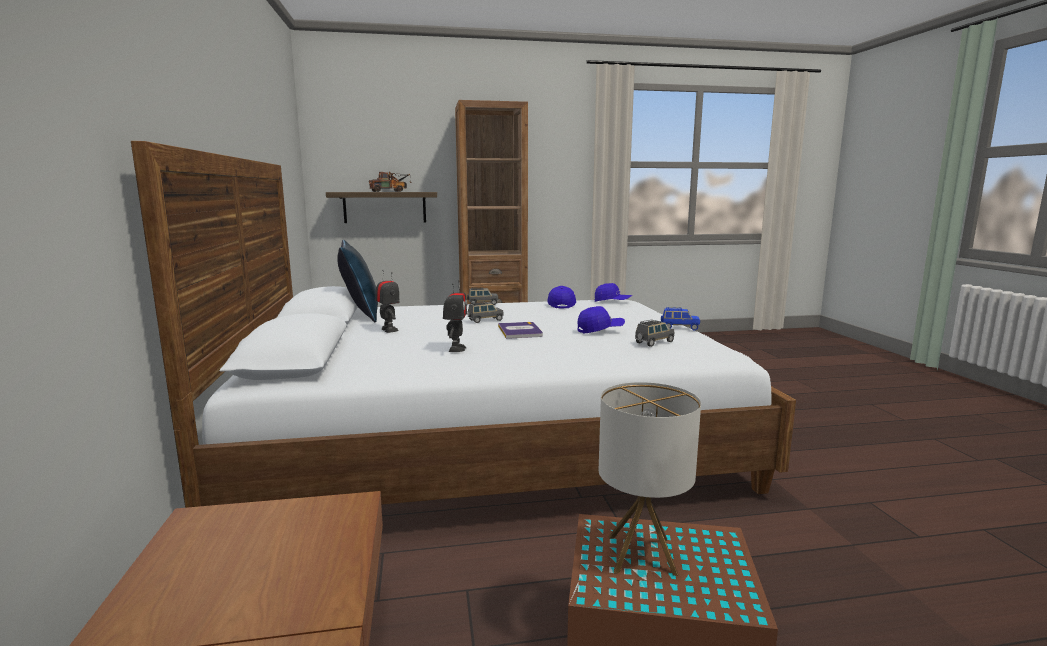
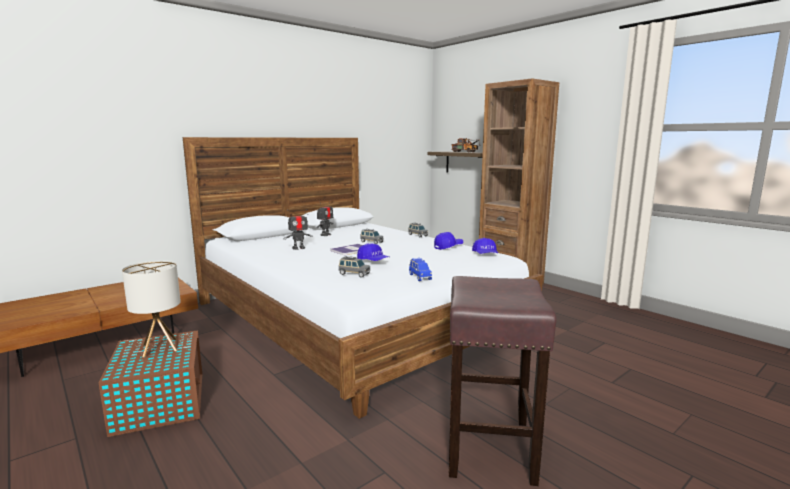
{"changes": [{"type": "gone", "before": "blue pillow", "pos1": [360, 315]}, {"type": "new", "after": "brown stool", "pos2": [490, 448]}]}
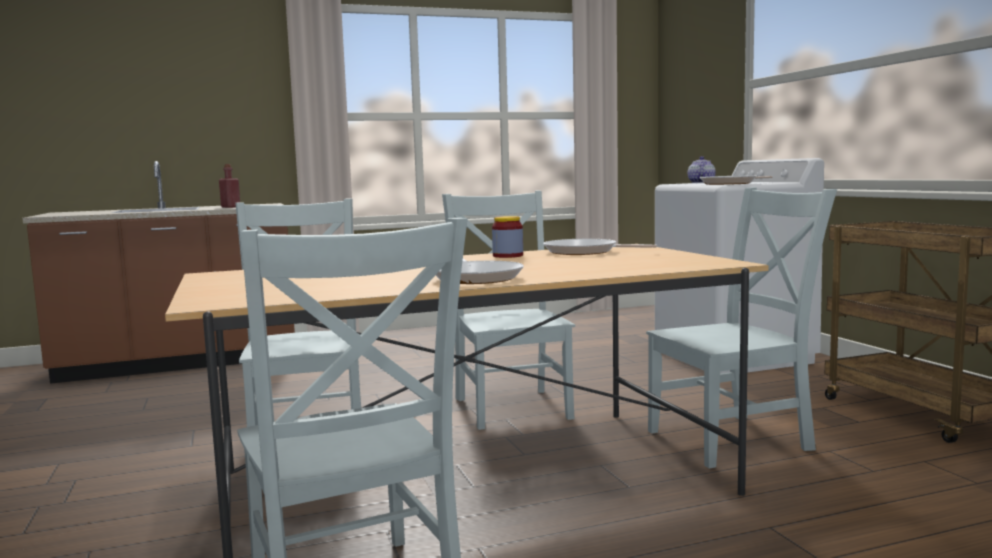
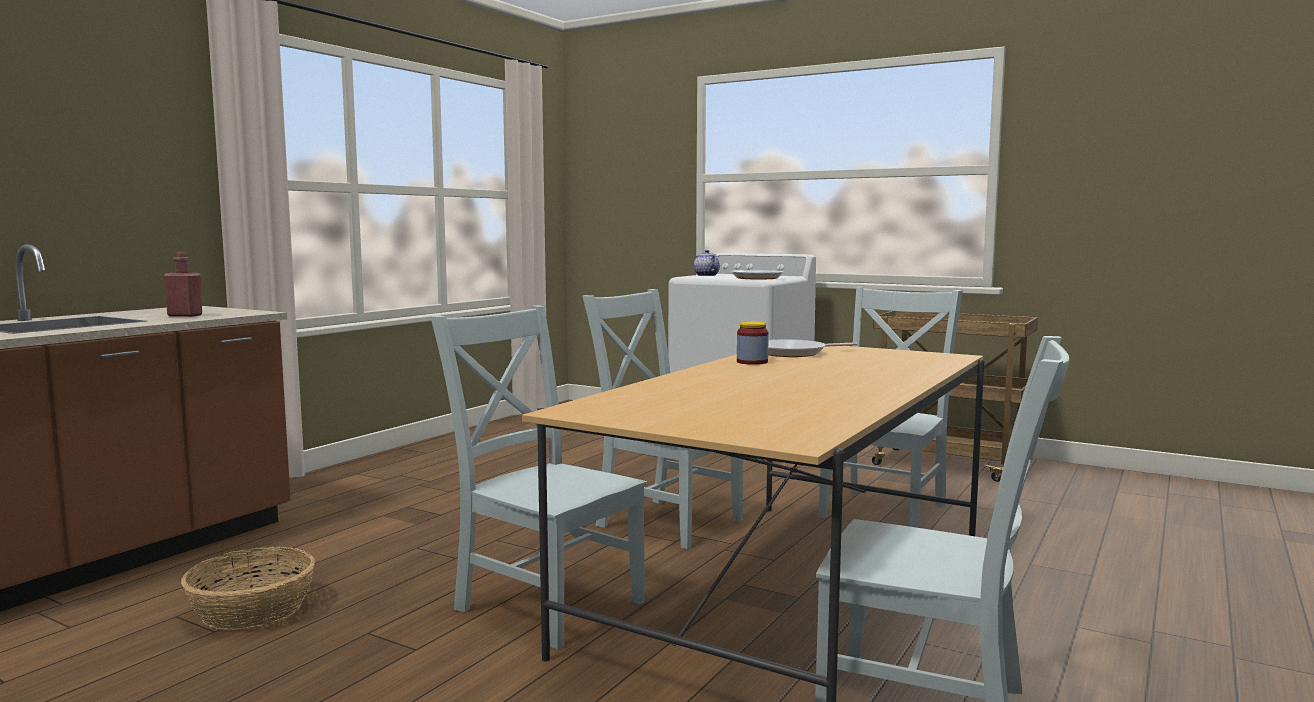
{"changes": [{"type": "gone", "before": "frying pan", "pos1": [476, 278]}, {"type": "new", "after": "basket", "pos2": [251, 610]}]}
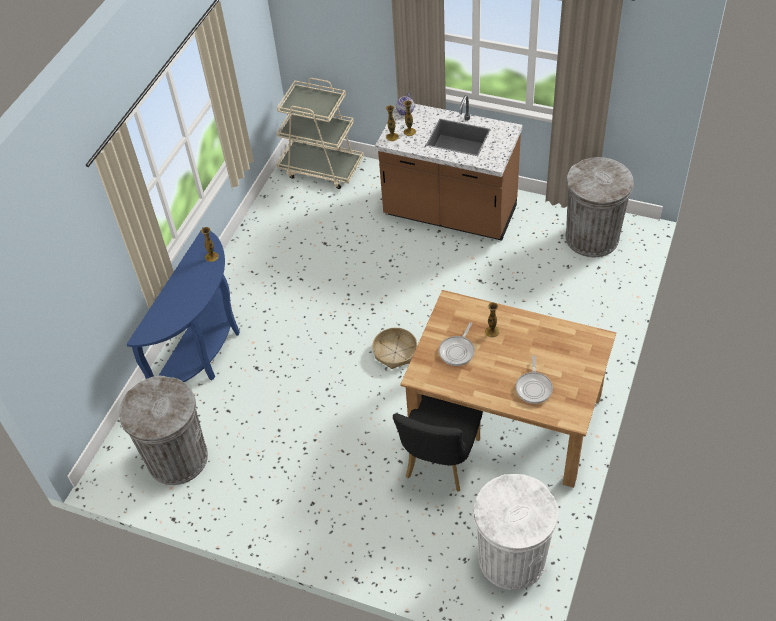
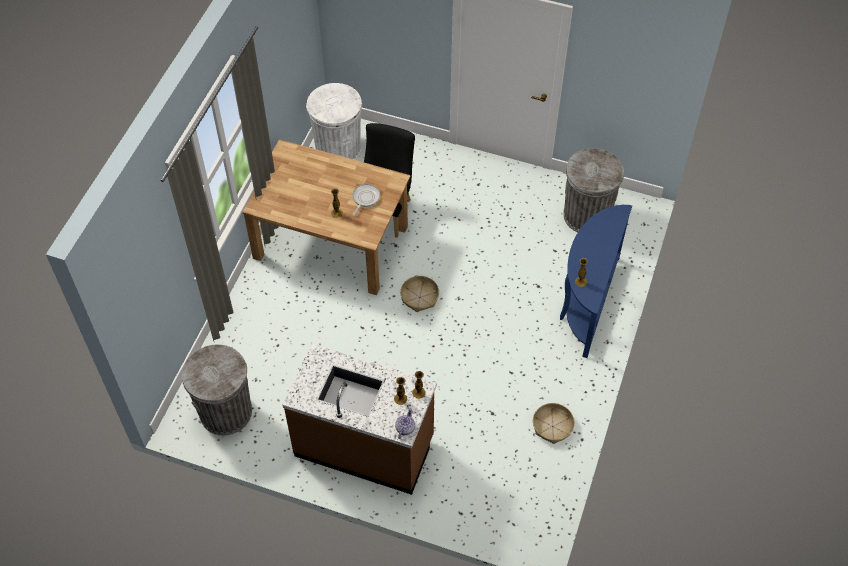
{"changes": [{"type": "gone", "before": "beige cart", "pos1": [321, 168]}, {"type": "gone", "before": "frying pan", "pos1": [534, 387]}, {"type": "new", "after": "basket", "pos2": [552, 426]}]}
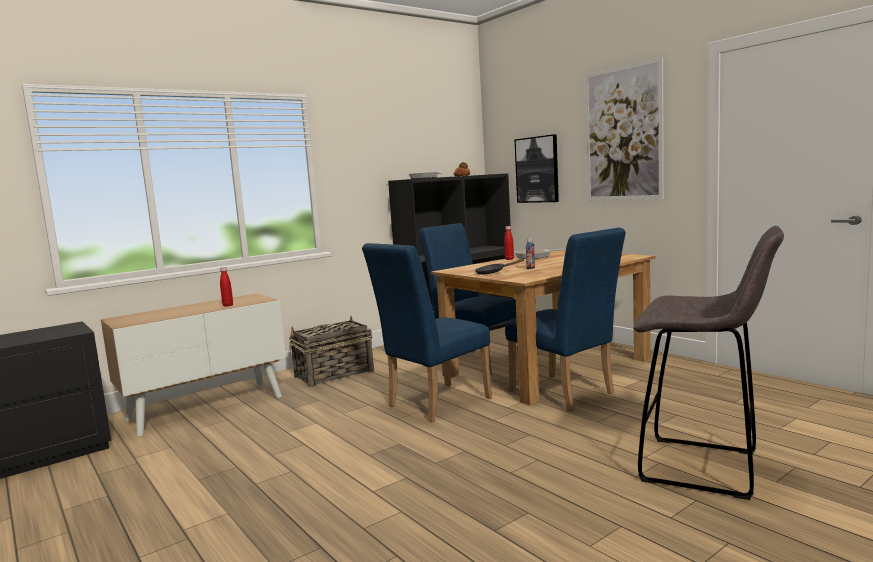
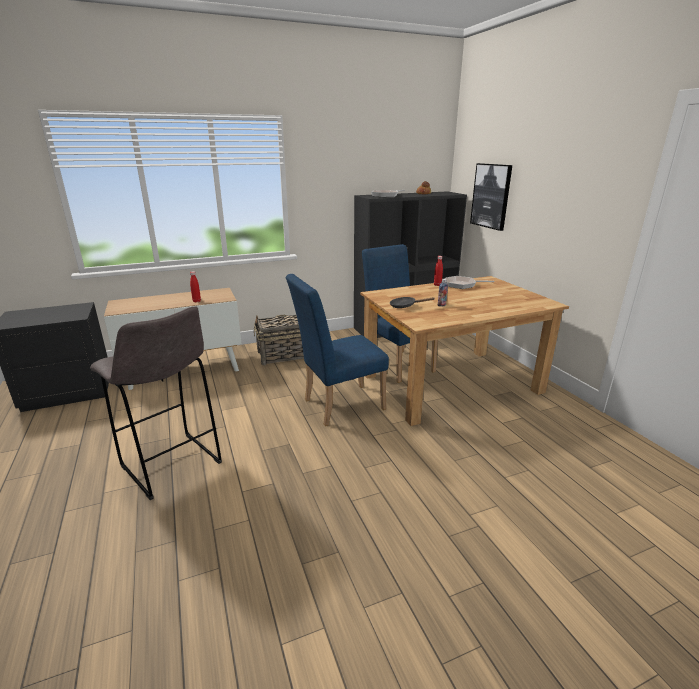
{"changes": [{"type": "gone", "before": "blue chair", "pos1": [566, 394]}, {"type": "gone", "before": "picture", "pos1": [623, 134]}, {"type": "shifted", "before": "grey stool", "pos1": [704, 467], "pos2": [172, 466]}]}
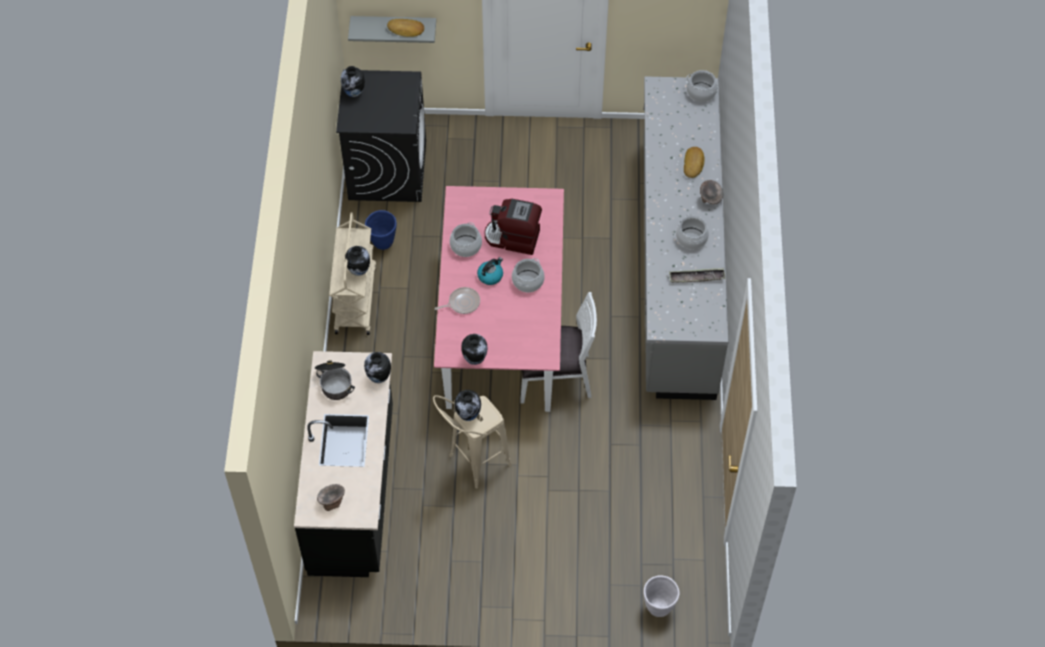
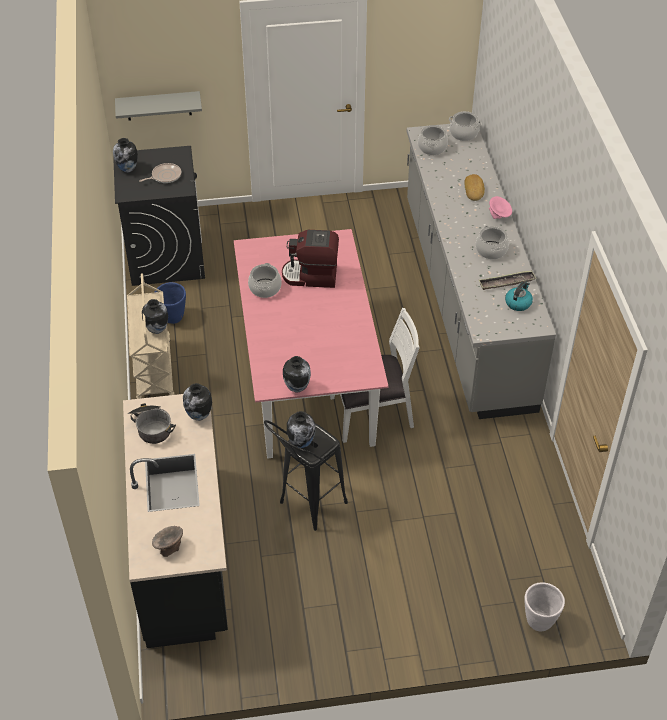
{"changes": [{"type": "gone", "before": "bread", "pos1": [406, 30]}, {"type": "repainted", "before": "beige stool", "after": "black stool", "pos1": [472, 465], "pos2": [306, 509]}, {"type": "shifted", "before": "frying pan", "pos1": [462, 303], "pos2": [165, 176]}, {"type": "shifted", "before": "kettle", "pos1": [490, 275], "pos2": [518, 303]}, {"type": "shifted", "before": "cooking pot", "pos1": [528, 281], "pos2": [432, 148]}, {"type": "repainted", "before": "grey bowl", "after": "pink bowl", "pos1": [710, 199], "pos2": [499, 216]}]}
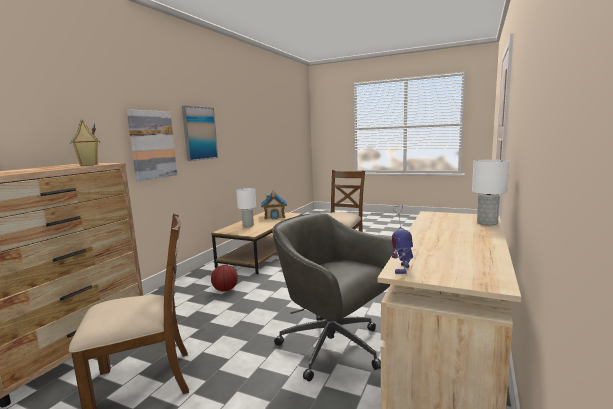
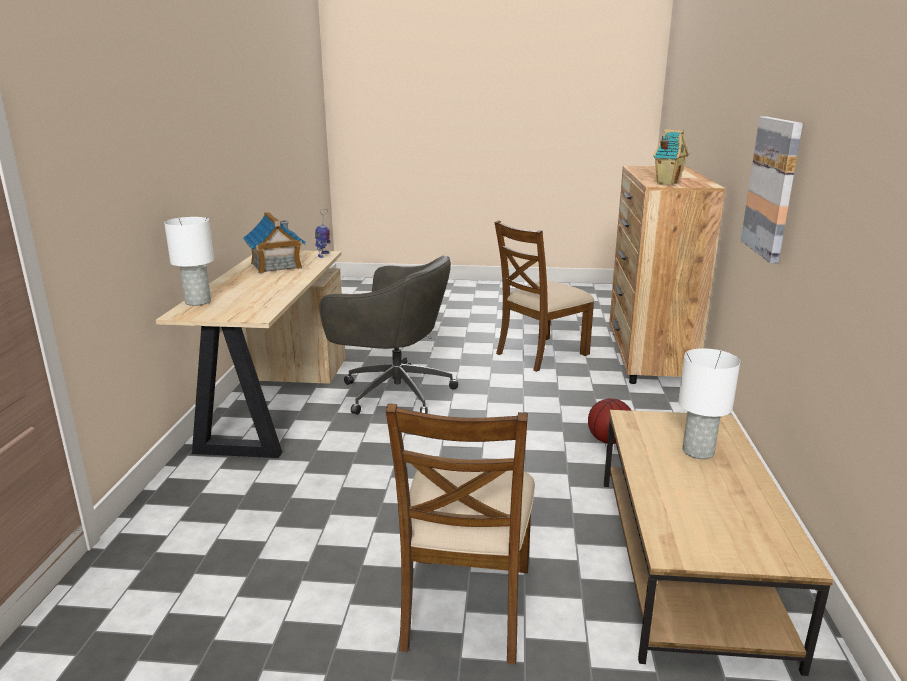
{"changes": [{"type": "gone", "before": "picture", "pos1": [199, 133]}, {"type": "shifted", "before": "toy house", "pos1": [274, 216], "pos2": [276, 266]}]}
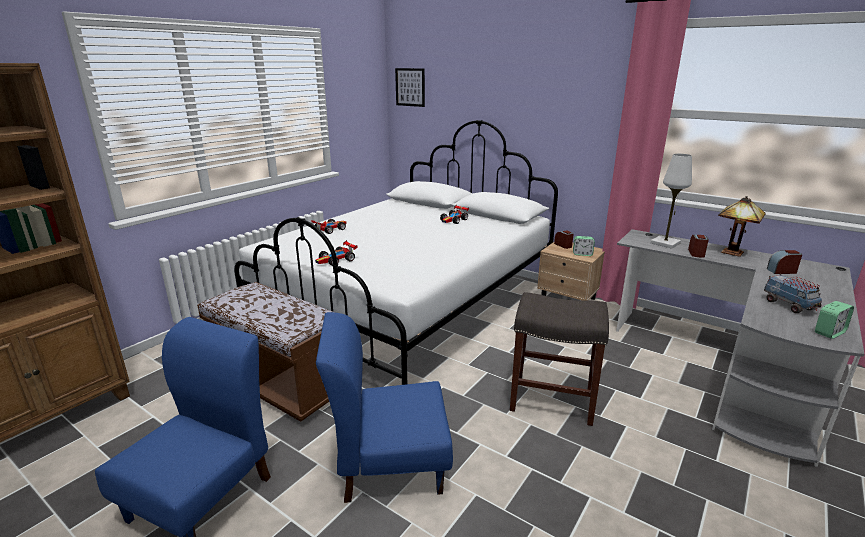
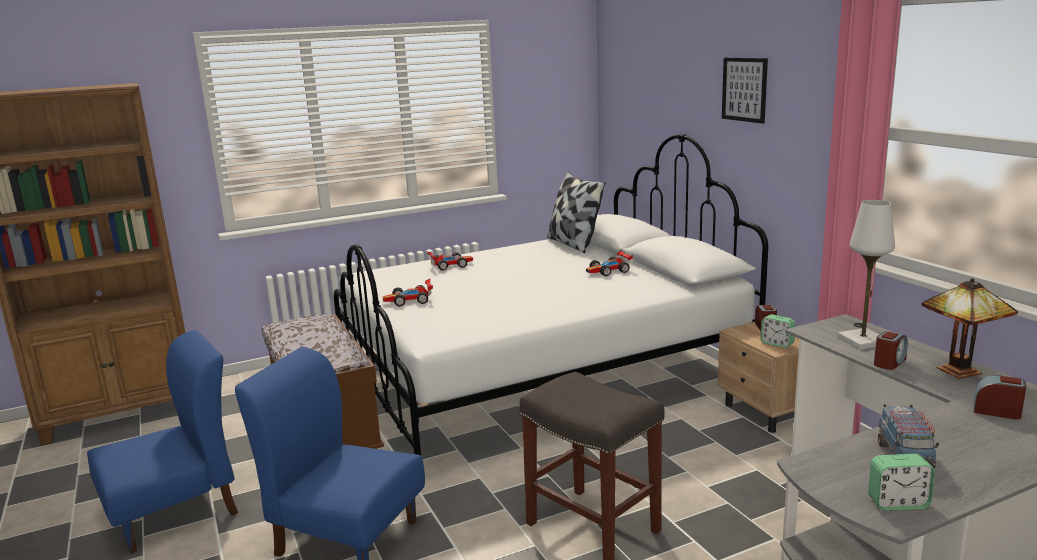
{"changes": [{"type": "shifted", "before": "picture", "pos1": [410, 87], "pos2": [744, 89]}, {"type": "new", "after": "pillow", "pos2": [573, 244]}]}
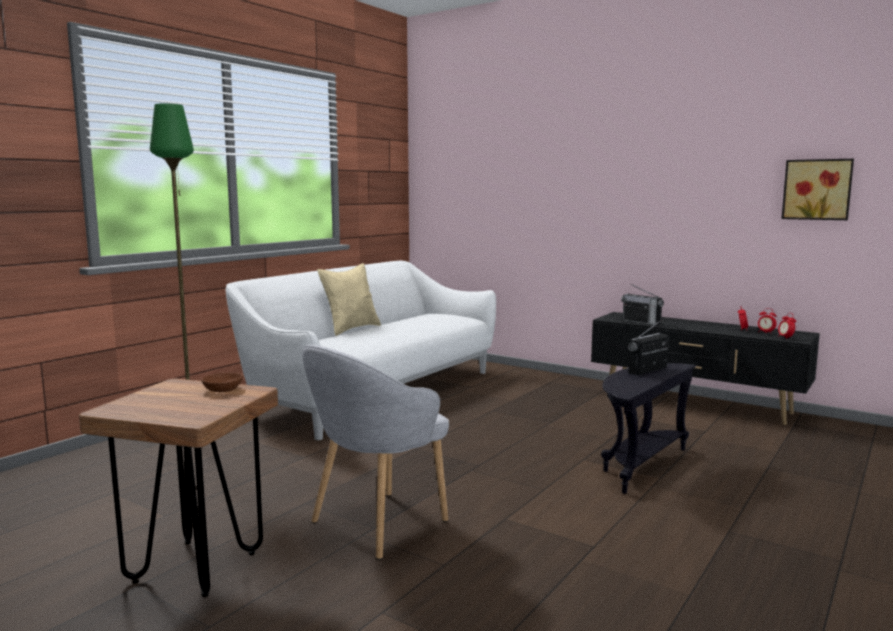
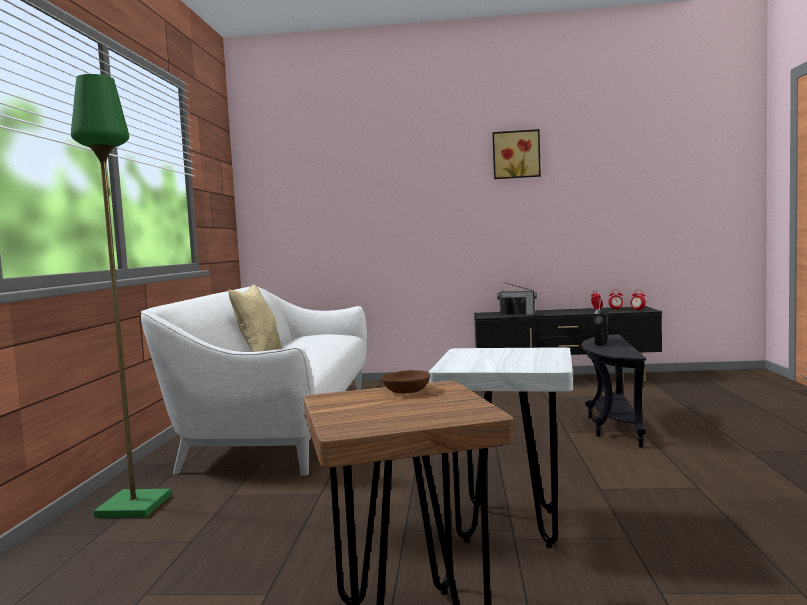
{"changes": [{"type": "swapped", "before": "grey armchair", "after": "white stool", "pos1": [377, 524], "pos2": [509, 526]}, {"type": "shifted", "before": "picture", "pos1": [817, 189], "pos2": [516, 154]}]}
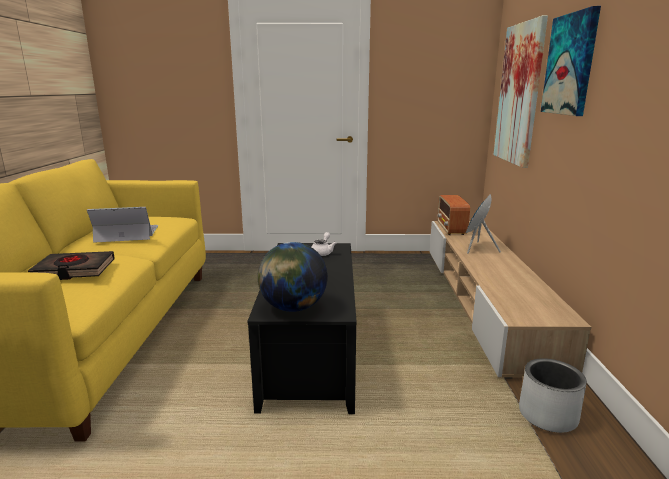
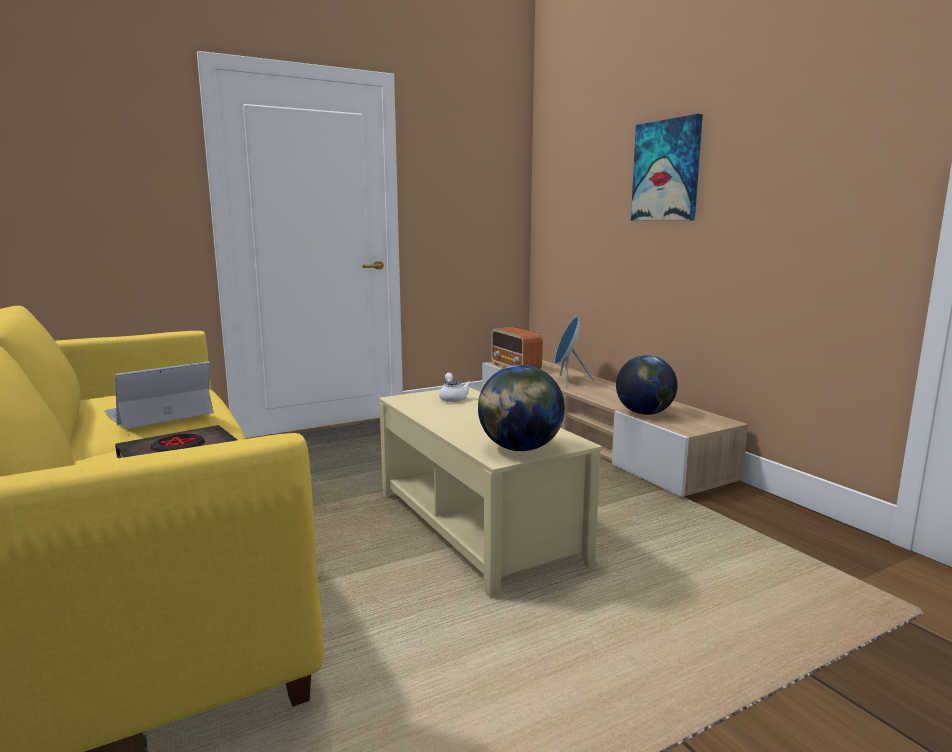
{"changes": [{"type": "repainted", "before": "black coffee table", "after": "beige coffee table", "pos1": [310, 354], "pos2": [476, 527]}, {"type": "gone", "before": "picture", "pos1": [519, 94]}, {"type": "gone", "before": "grey planter", "pos1": [548, 416]}, {"type": "new", "after": "globe", "pos2": [644, 413]}]}
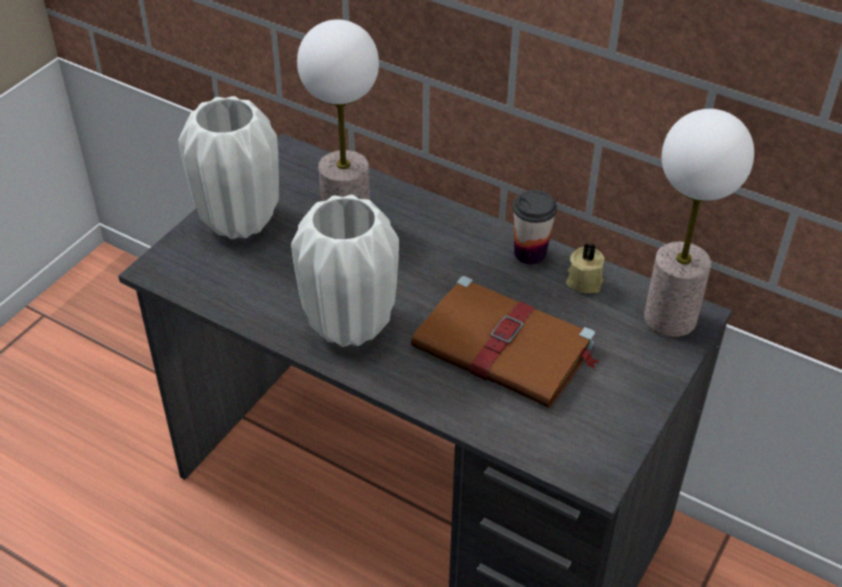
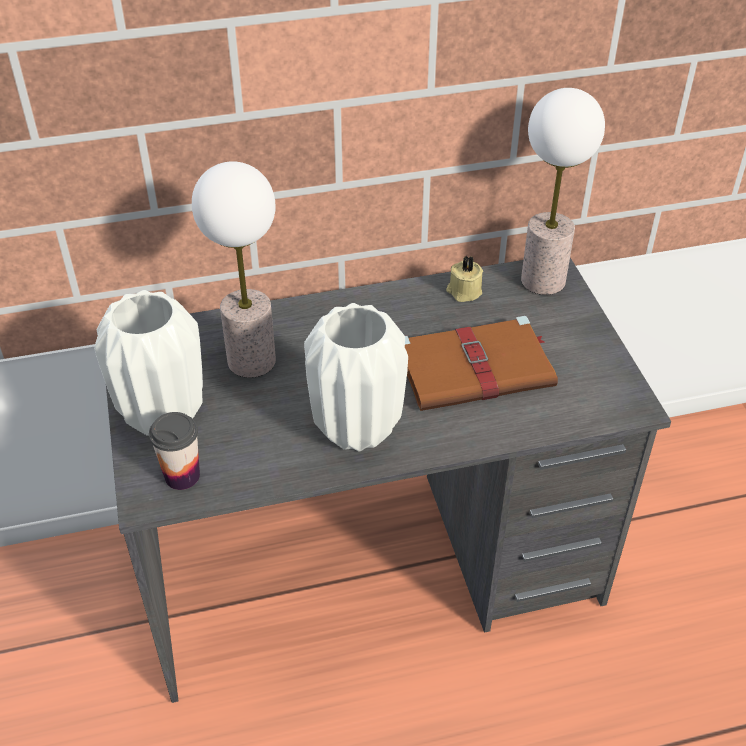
{"changes": [{"type": "shifted", "before": "cup", "pos1": [530, 253], "pos2": [182, 476]}]}
